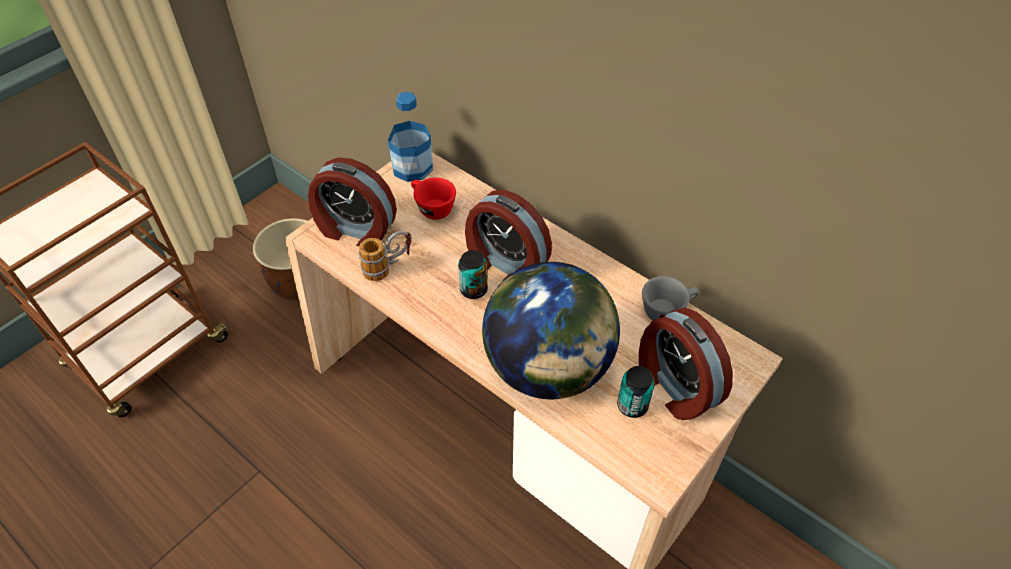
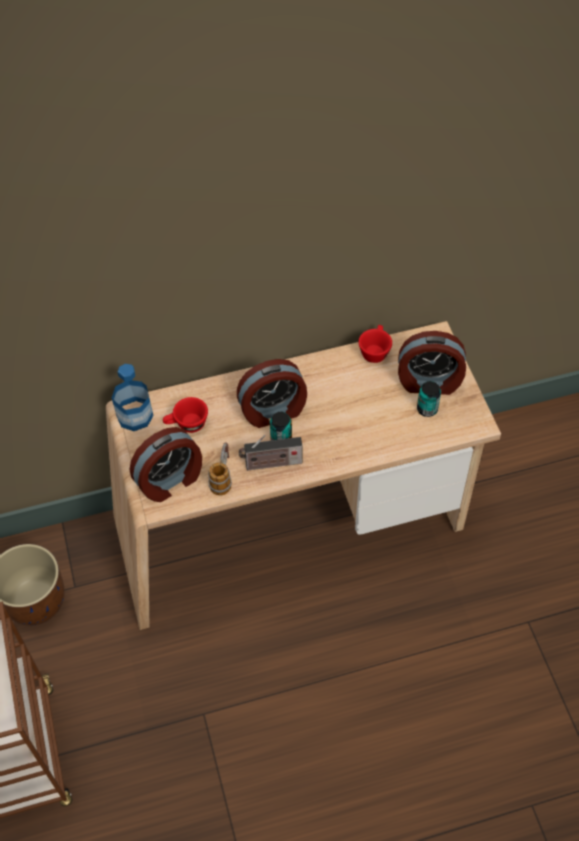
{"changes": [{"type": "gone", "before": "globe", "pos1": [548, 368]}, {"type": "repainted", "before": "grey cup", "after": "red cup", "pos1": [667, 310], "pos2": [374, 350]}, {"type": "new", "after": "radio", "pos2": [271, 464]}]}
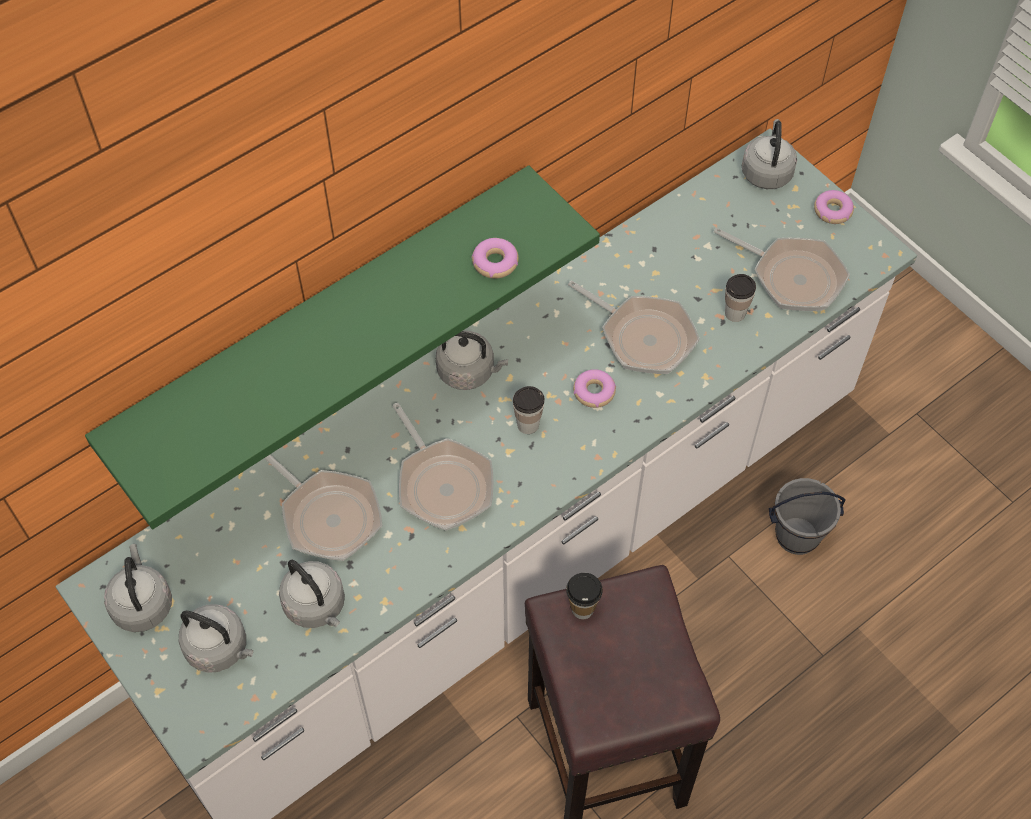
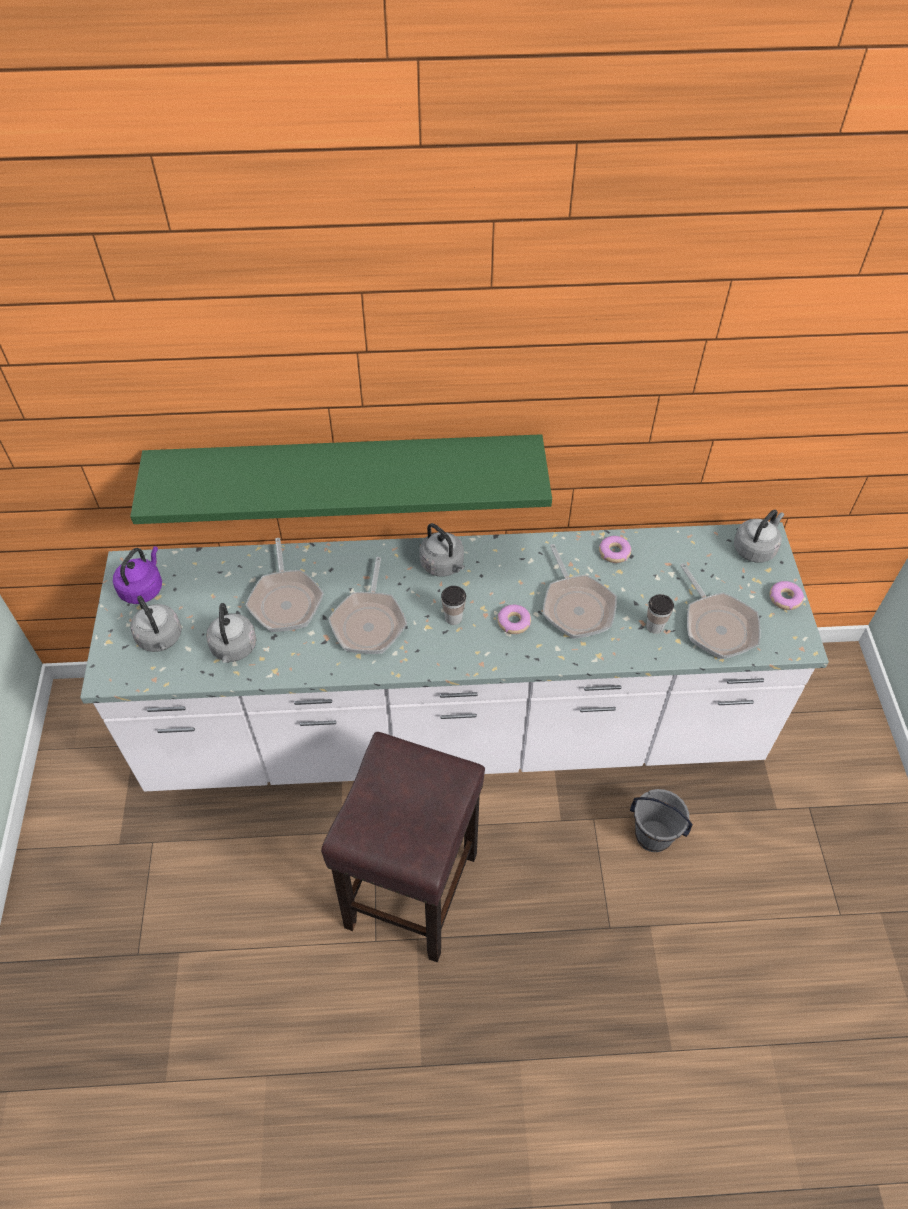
{"changes": [{"type": "repainted", "before": "grey kettle", "after": "purple kettle", "pos1": [142, 603], "pos2": [143, 588]}, {"type": "shifted", "before": "donut", "pos1": [495, 262], "pos2": [614, 552]}, {"type": "gone", "before": "cup", "pos1": [582, 609]}]}
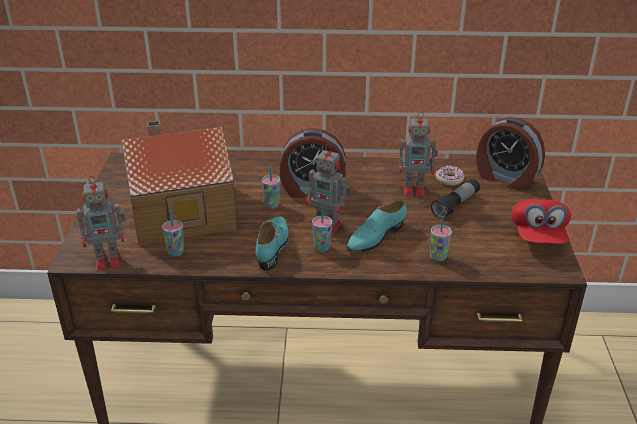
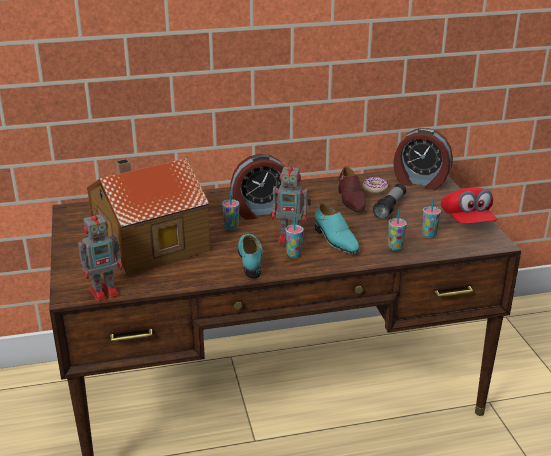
{"changes": [{"type": "shifted", "before": "cup", "pos1": [175, 252], "pos2": [429, 235]}, {"type": "rotated", "before": "turquoise shoe", "pos1": [375, 237], "pos2": [335, 240], "turn": -60}, {"type": "swapped", "before": "toy robot", "after": "brown shoe", "pos1": [415, 190], "pos2": [350, 200]}]}
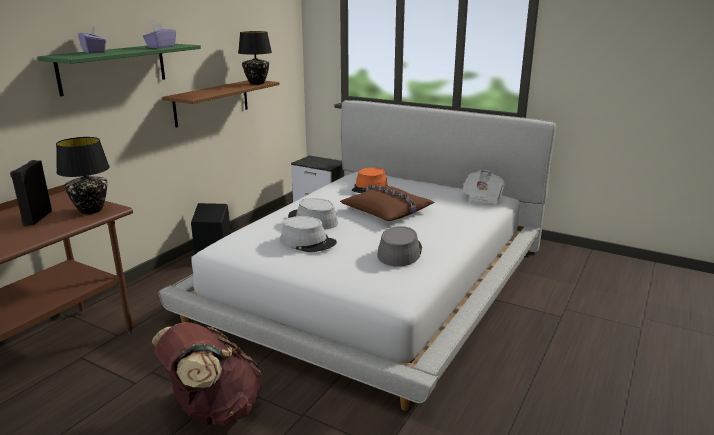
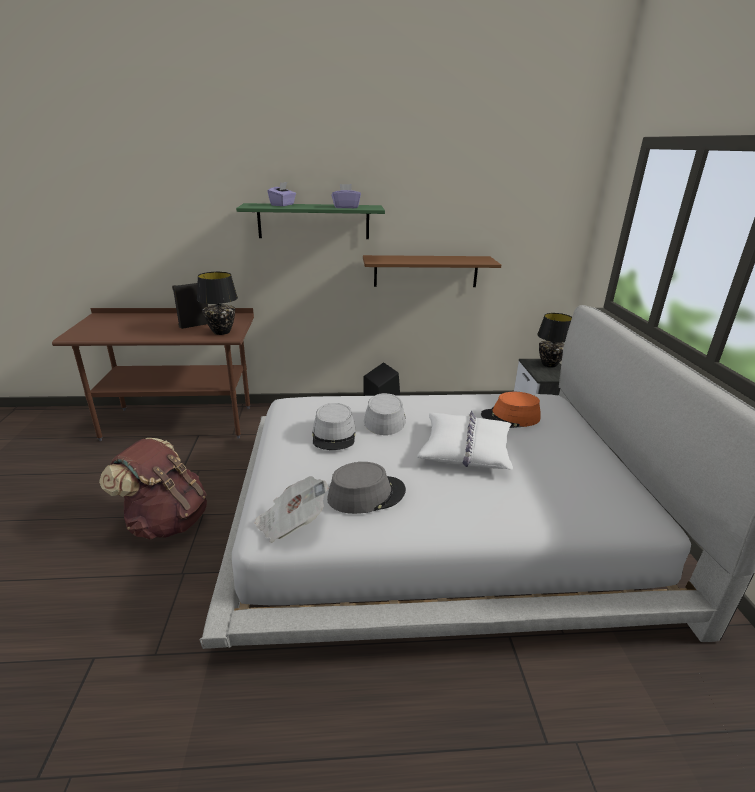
{"changes": [{"type": "shifted", "before": "black table lamp", "pos1": [257, 83], "pos2": [549, 365]}, {"type": "repainted", "before": "brown pillow", "after": "white pillow", "pos1": [388, 211], "pos2": [465, 449]}, {"type": "shifted", "before": "newspaper", "pos1": [481, 199], "pos2": [291, 523]}]}
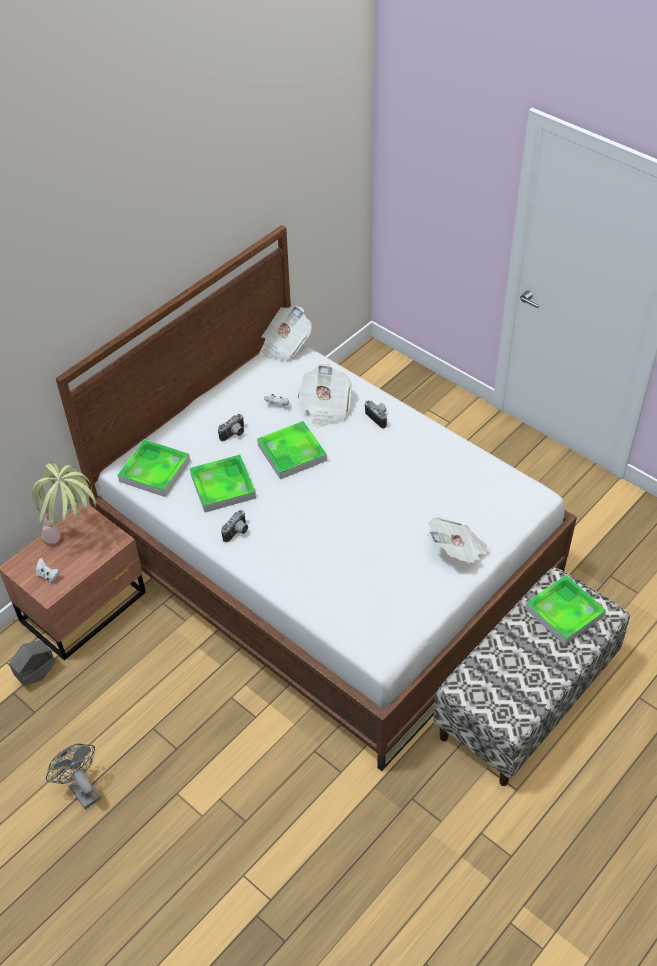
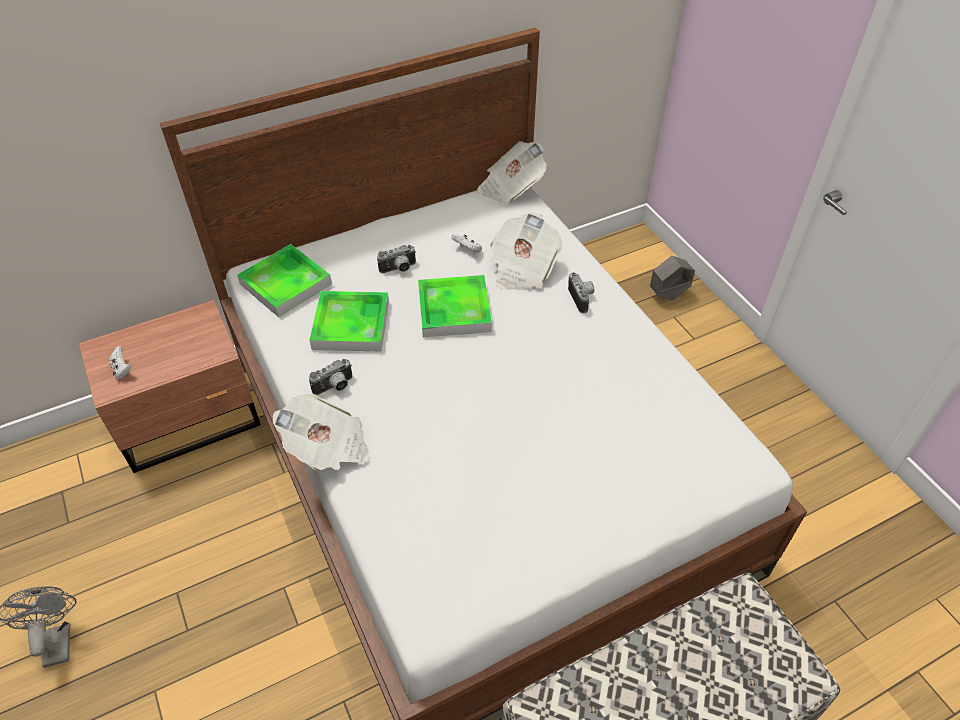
{"changes": [{"type": "shifted", "before": "grey planter", "pos1": [37, 675], "pos2": [668, 295]}, {"type": "gone", "before": "potted plant", "pos1": [74, 537]}, {"type": "shifted", "before": "newspaper", "pos1": [458, 551], "pos2": [328, 448]}, {"type": "gone", "before": "tray", "pos1": [564, 612]}]}
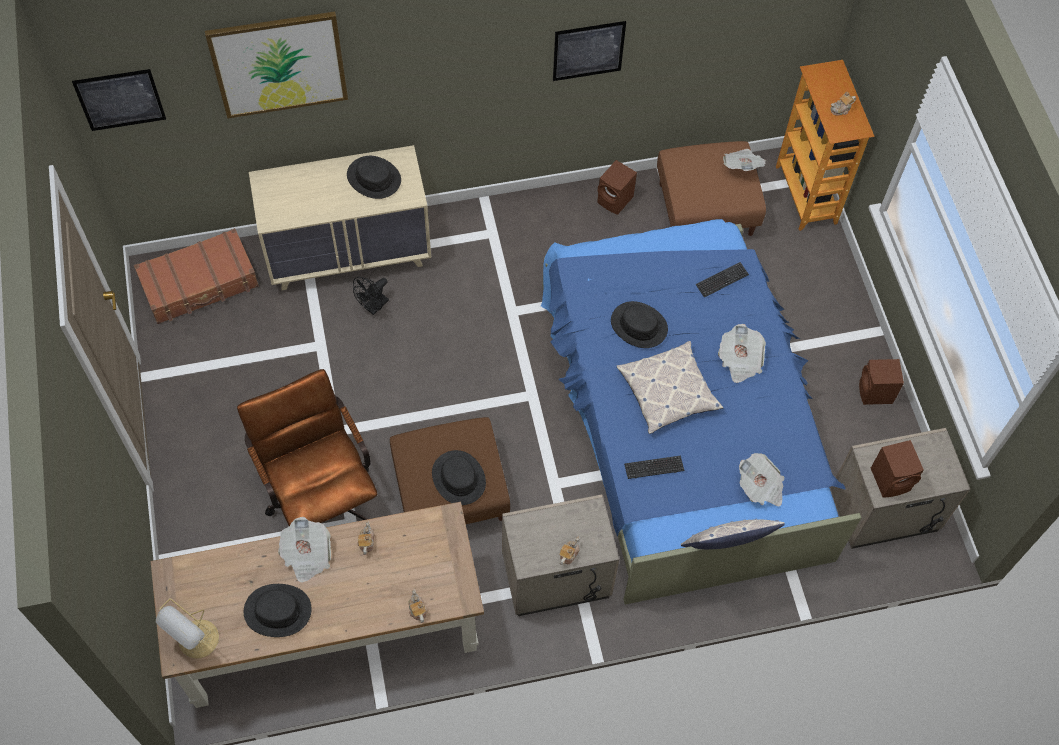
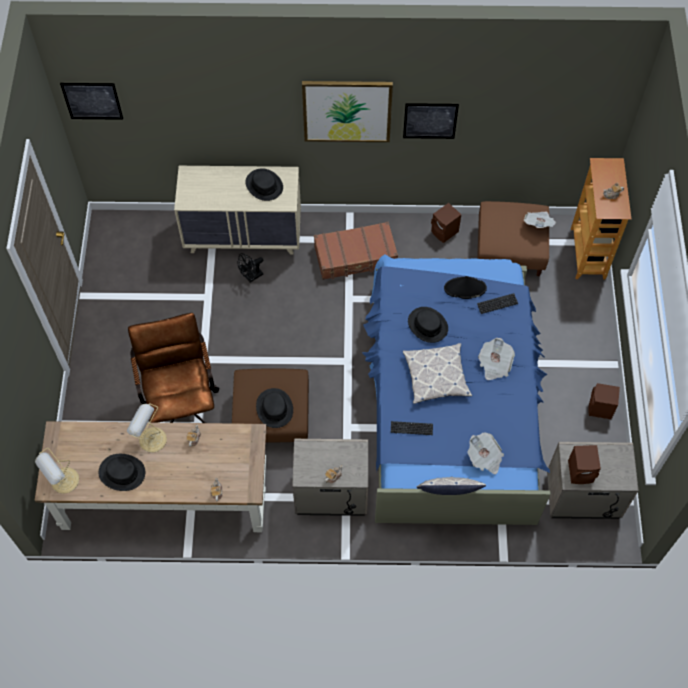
{"changes": [{"type": "shifted", "before": "brown suitcase", "pos1": [200, 284], "pos2": [356, 256]}, {"type": "shifted", "before": "picture", "pos1": [279, 64], "pos2": [347, 110]}, {"type": "swapped", "before": "newspaper", "after": "table lamp", "pos1": [307, 555], "pos2": [151, 439]}, {"type": "new", "after": "black hat", "pos2": [465, 288]}]}
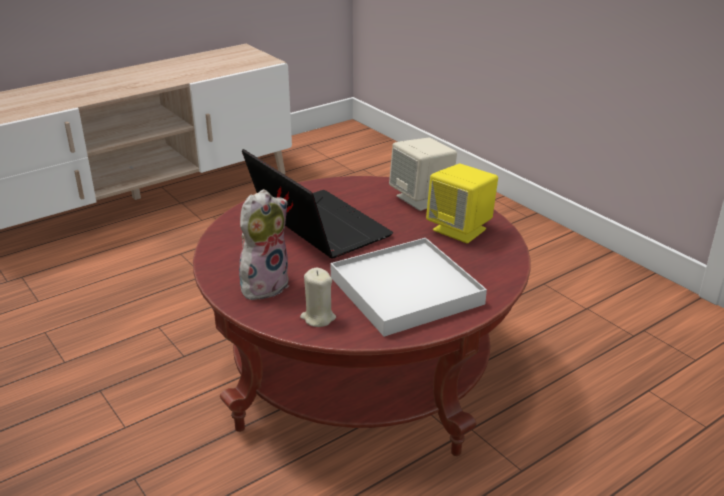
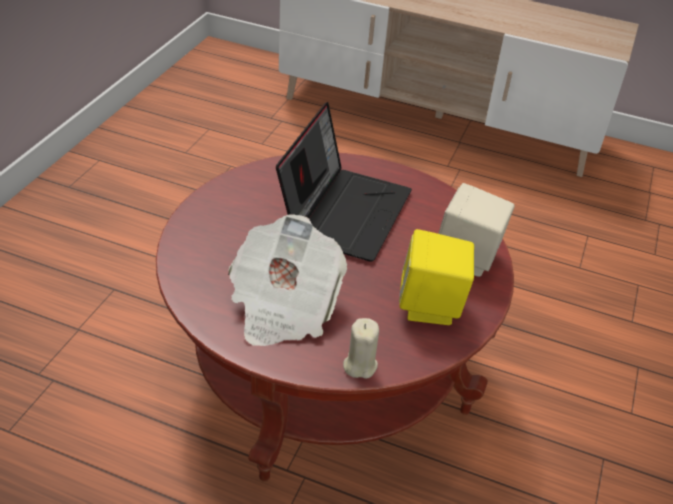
{"changes": [{"type": "gone", "before": "plush toy", "pos1": [264, 284]}, {"type": "shifted", "before": "beige candle", "pos1": [318, 318], "pos2": [360, 365]}, {"type": "swapped", "before": "white tray", "after": "newspaper", "pos1": [406, 291], "pos2": [283, 306]}]}
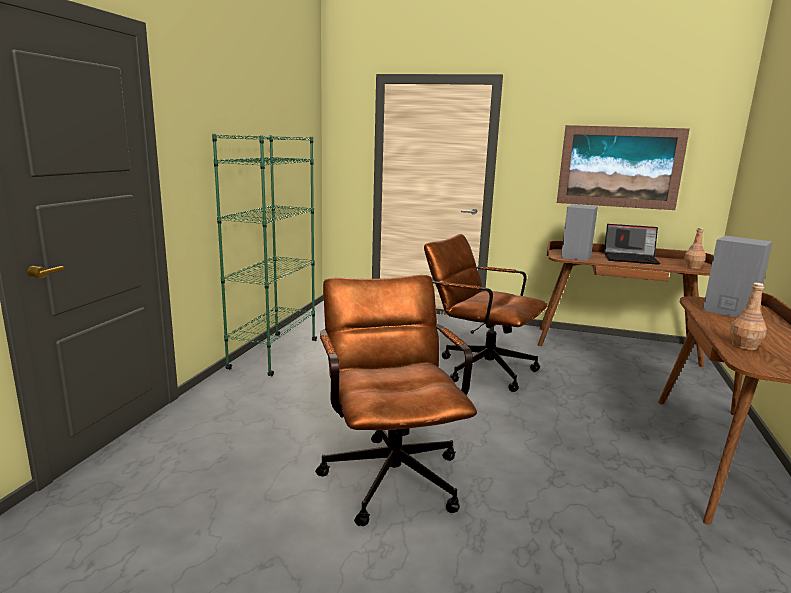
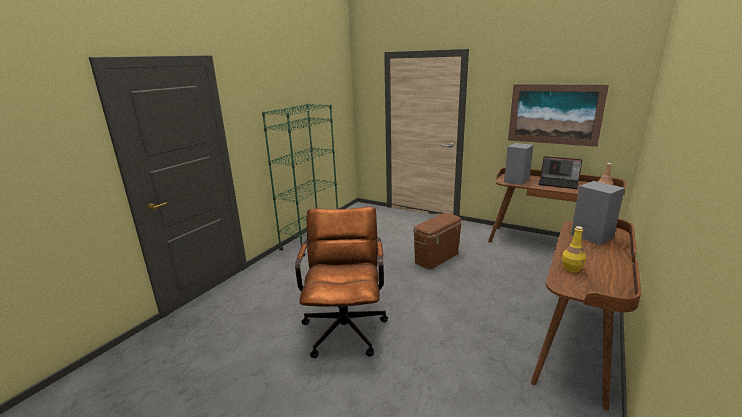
{"changes": [{"type": "swapped", "before": "brown office chair", "after": "brown storage box", "pos1": [479, 368], "pos2": [436, 257]}, {"type": "repainted", "before": "brown bottle", "after": "yellow bottle", "pos1": [744, 346], "pos2": [571, 268]}]}
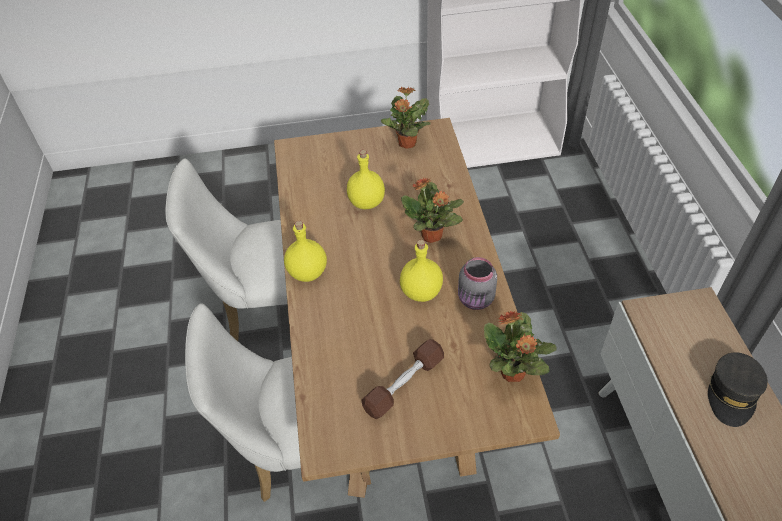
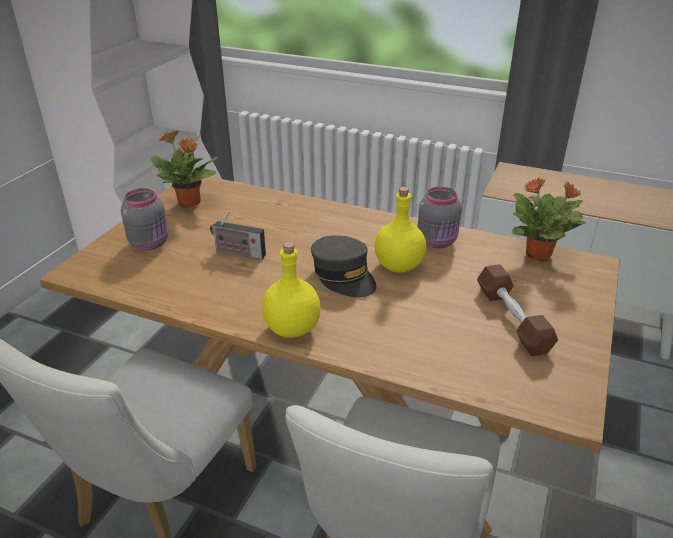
{"changes": [{"type": "swapped", "before": "yellow bottle", "after": "radio", "pos1": [367, 202], "pos2": [238, 253]}, {"type": "gone", "before": "potted plant", "pos1": [432, 236]}, {"type": "shifted", "before": "grey cap", "pos1": [732, 394], "pos2": [344, 276]}, {"type": "new", "after": "grey jar", "pos2": [150, 243]}]}
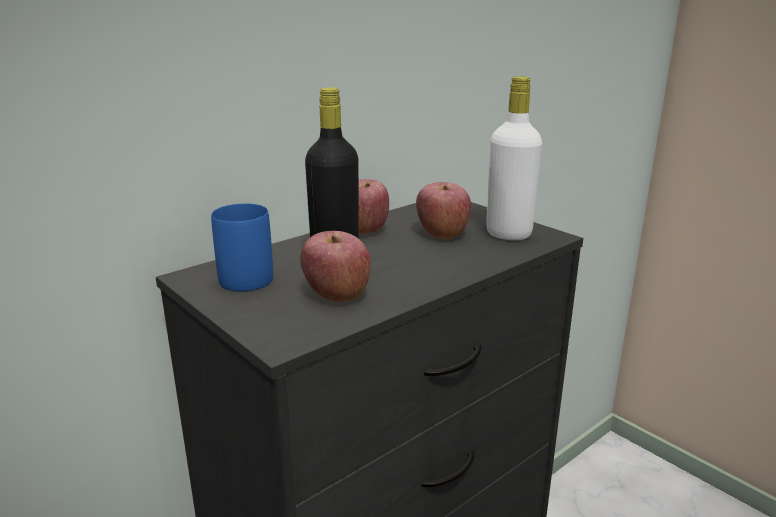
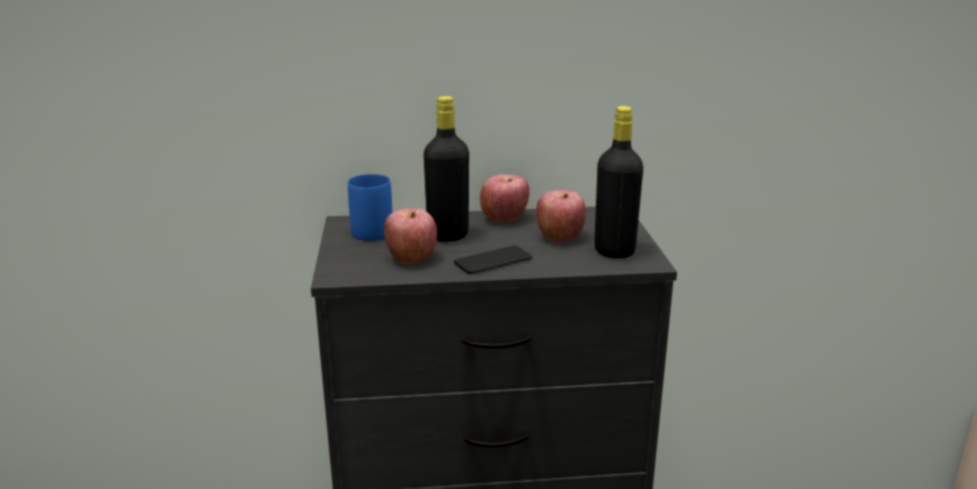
{"changes": [{"type": "repainted", "before": "white bottle", "after": "black bottle", "pos1": [508, 234], "pos2": [614, 251]}, {"type": "new", "after": "phone", "pos2": [493, 260]}]}
